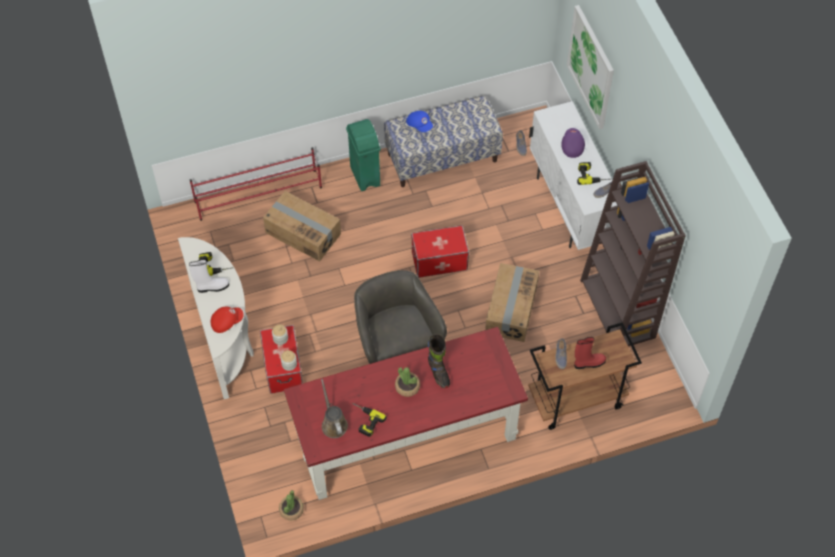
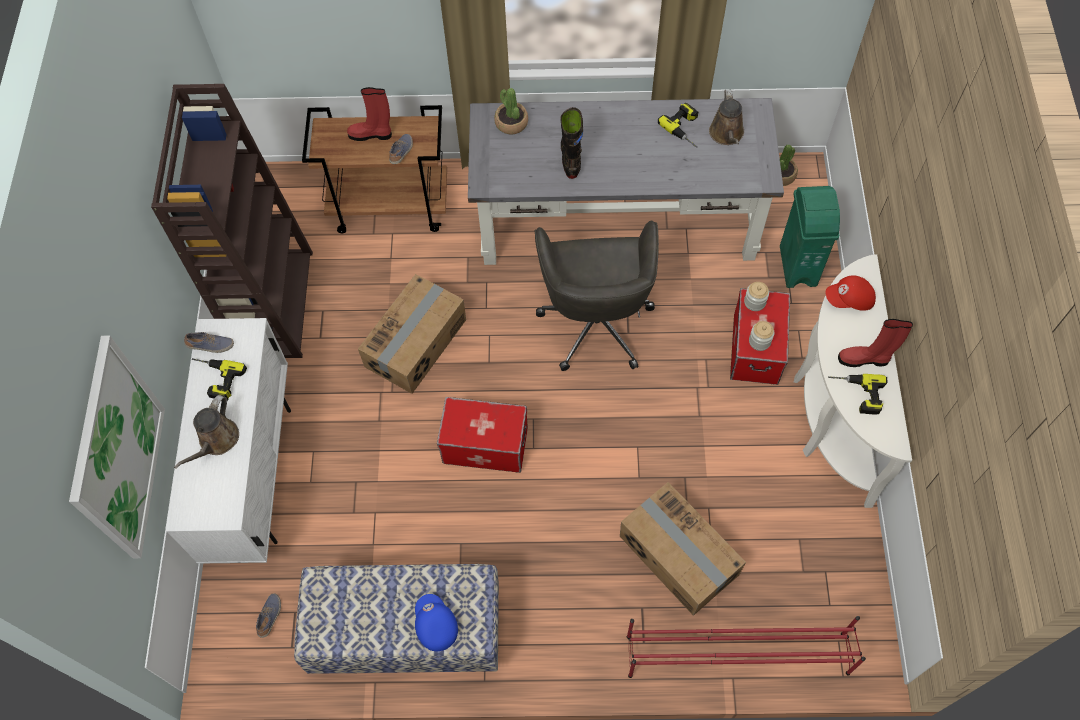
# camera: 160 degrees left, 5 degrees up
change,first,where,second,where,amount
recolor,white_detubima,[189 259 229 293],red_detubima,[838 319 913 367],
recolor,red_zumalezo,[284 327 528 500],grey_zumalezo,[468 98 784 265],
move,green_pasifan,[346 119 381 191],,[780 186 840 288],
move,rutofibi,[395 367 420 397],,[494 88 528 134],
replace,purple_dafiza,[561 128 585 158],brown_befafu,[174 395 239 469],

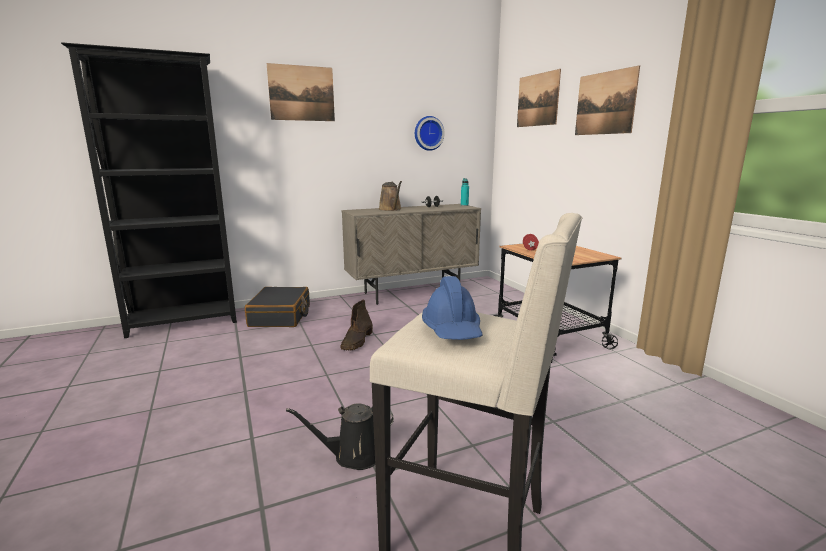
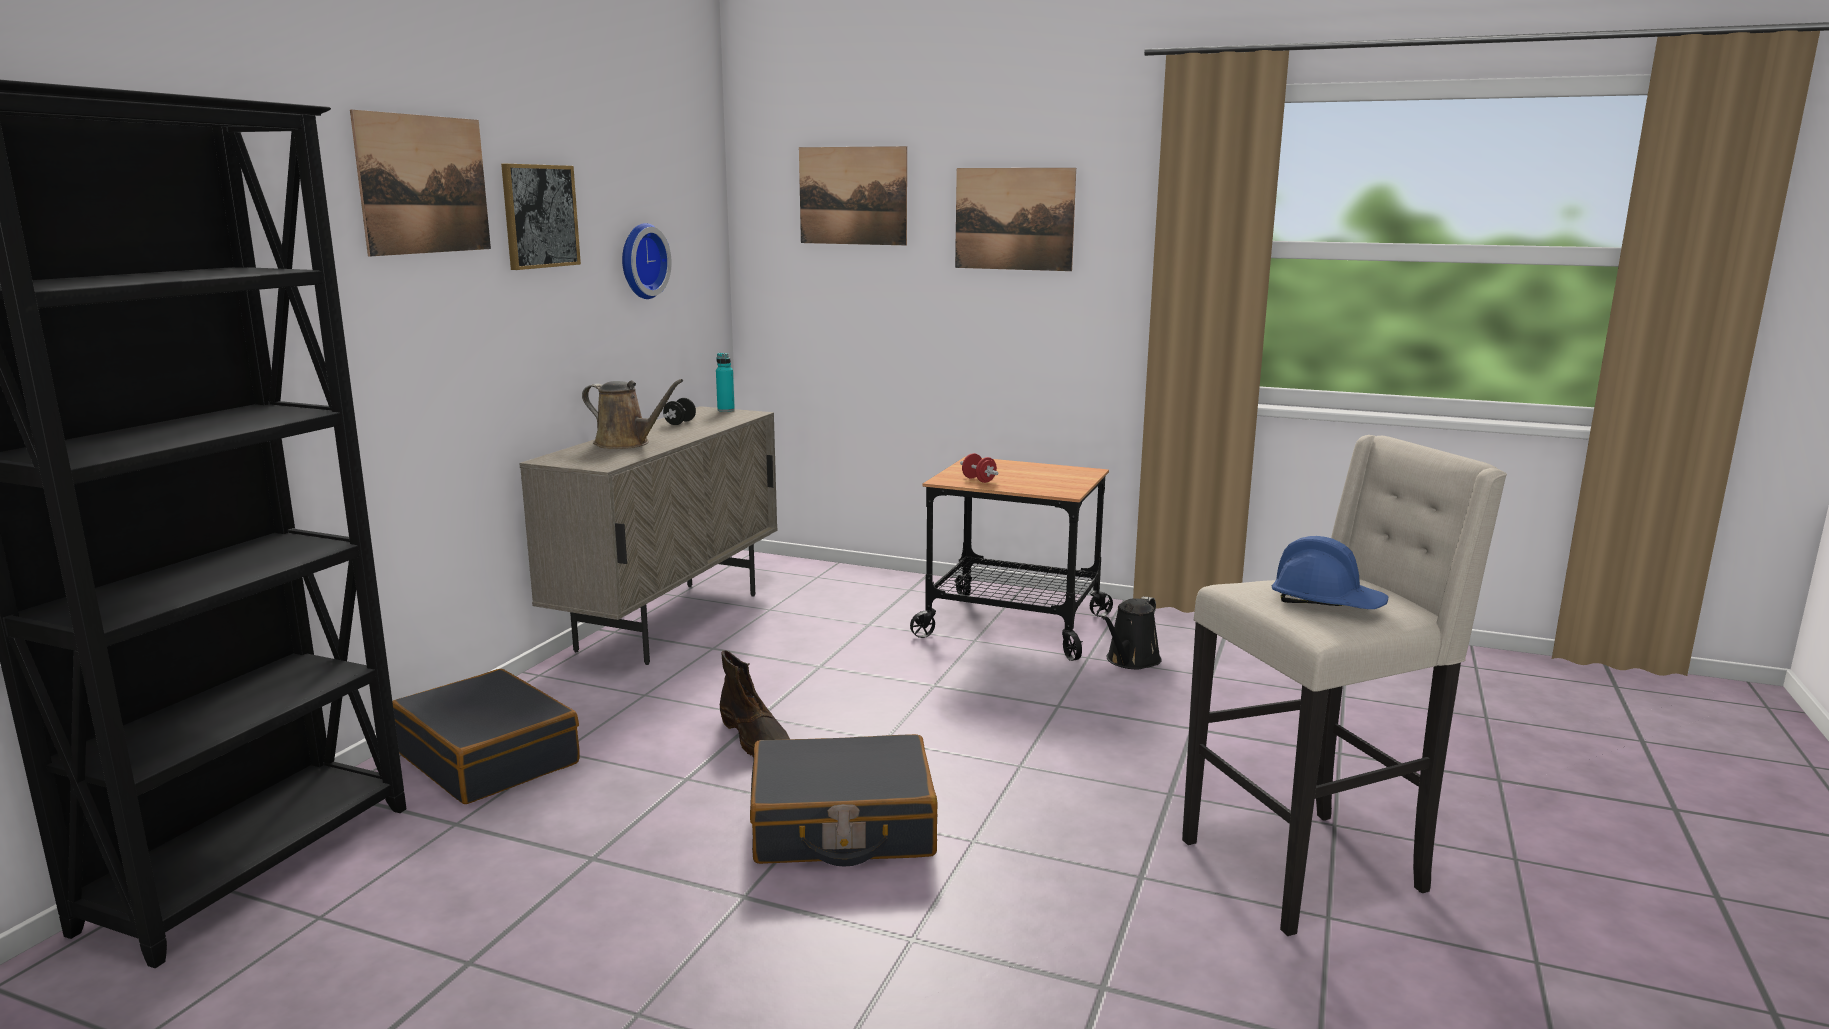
# camera: 45 degrees left, 0 degrees up
change,first,where,second,where,amount
move,black_befafu,[286 403 394 470],,[1102 596 1161 669],
insert,,,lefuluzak,[501 164 581 270],
insert,,,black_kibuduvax,[750 734 937 867],

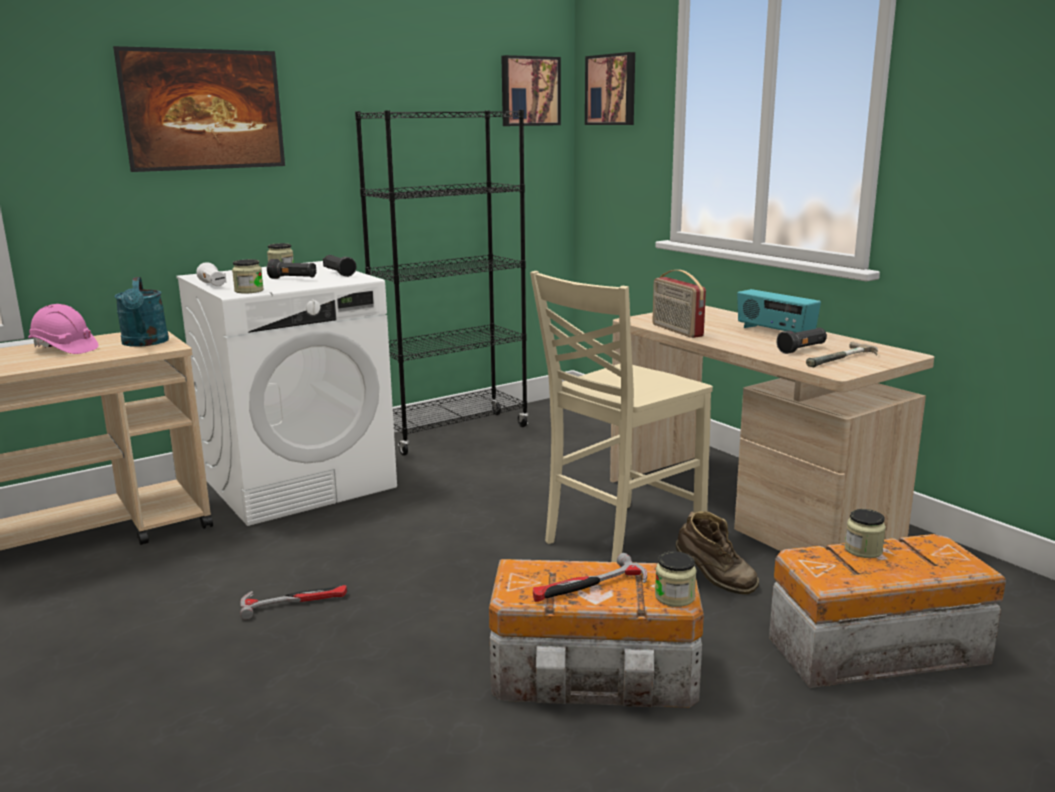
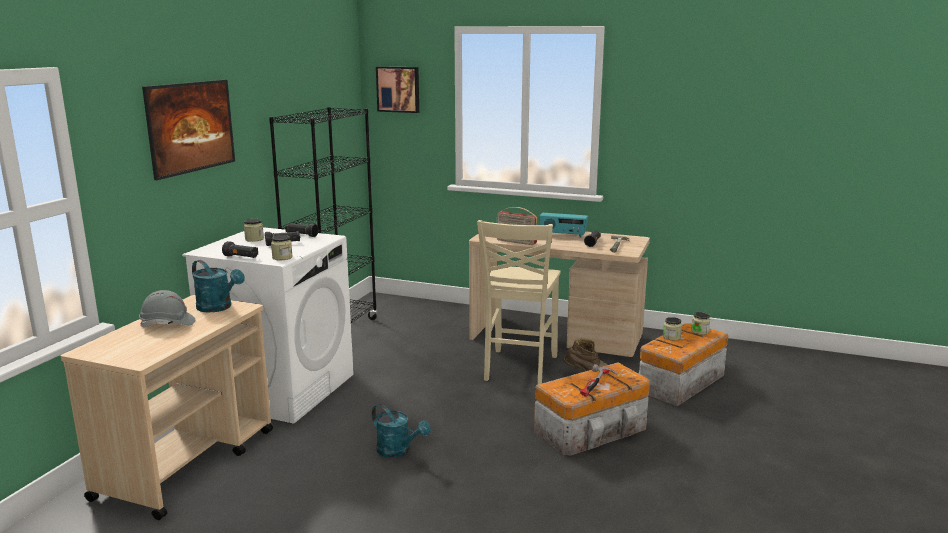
# camera: 35 degrees left, 0 degrees up
change,first,where,second,where,amount
recolor,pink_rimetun,[28 304 98 354],grey_rimetun,[139 290 195 327],
recolor,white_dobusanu,[196 262 227 286],black_dobusanu,[222 241 258 258],
replace,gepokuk,[240 585 347 620],turquoise_befafu,[372 404 431 458],
delete,lefuluzak,[501 55 561 126],,,
move,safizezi,[655 551 697 607],,[691 312 710 335],

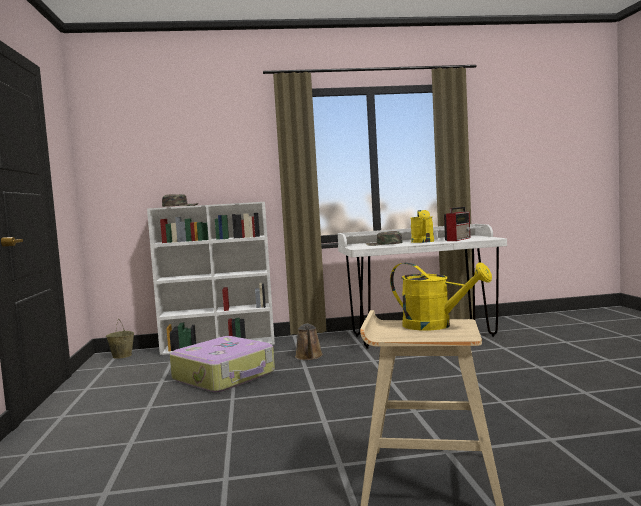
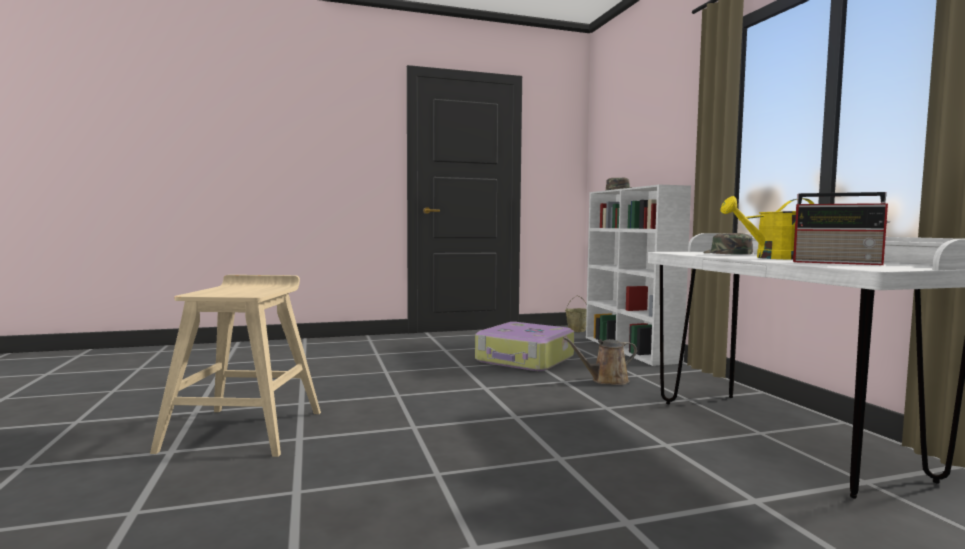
# camera: 80 degrees right, 0 degrees up
change,first,where,second,where,amount
delete,yellow_befafu,[390 262 492 331],,,

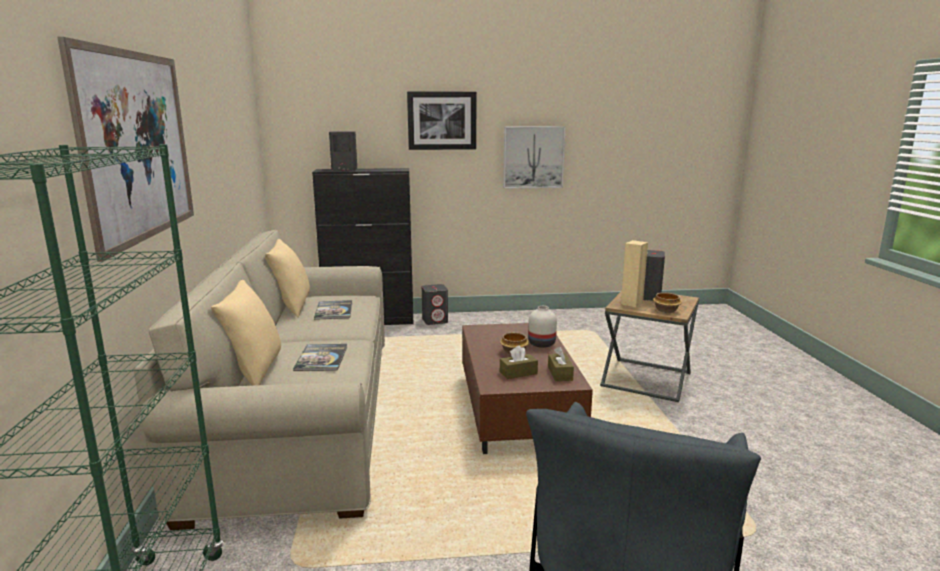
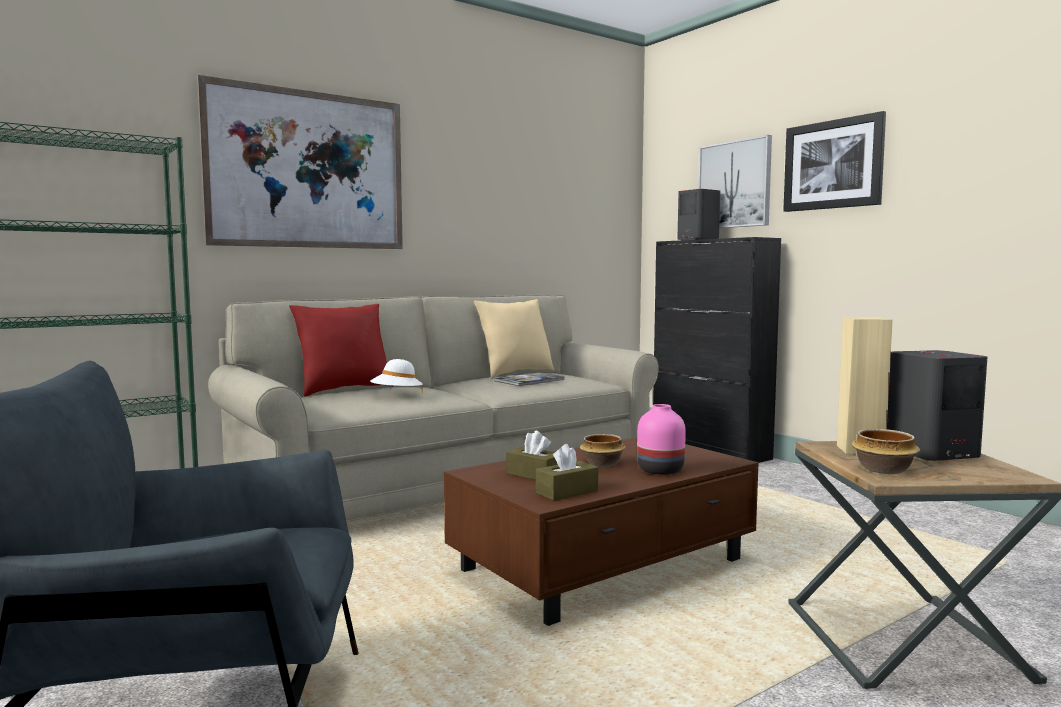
# camera: 60 degrees right, 10 degrees down
change,first,where,second,where,amount
recolor,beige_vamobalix,[211 280 281 386],red_vamobalix,[289 304 393 396],
replace,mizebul,[293 344 348 371],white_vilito,[370 359 423 393],
delete,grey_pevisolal,[422 284 448 325],,,
move,lefuluzak,[503 126 565 189],,[698 135 772 228],
recolor,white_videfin,[528 306 557 348],pink_videfin,[637 404 686 475],

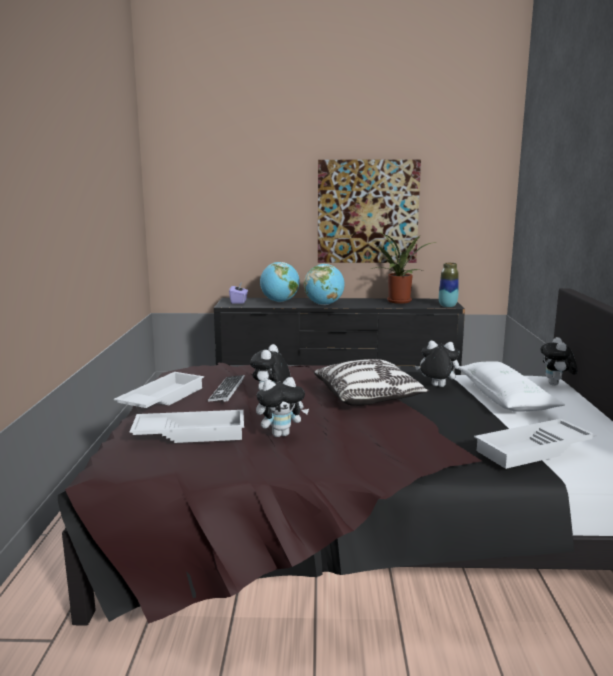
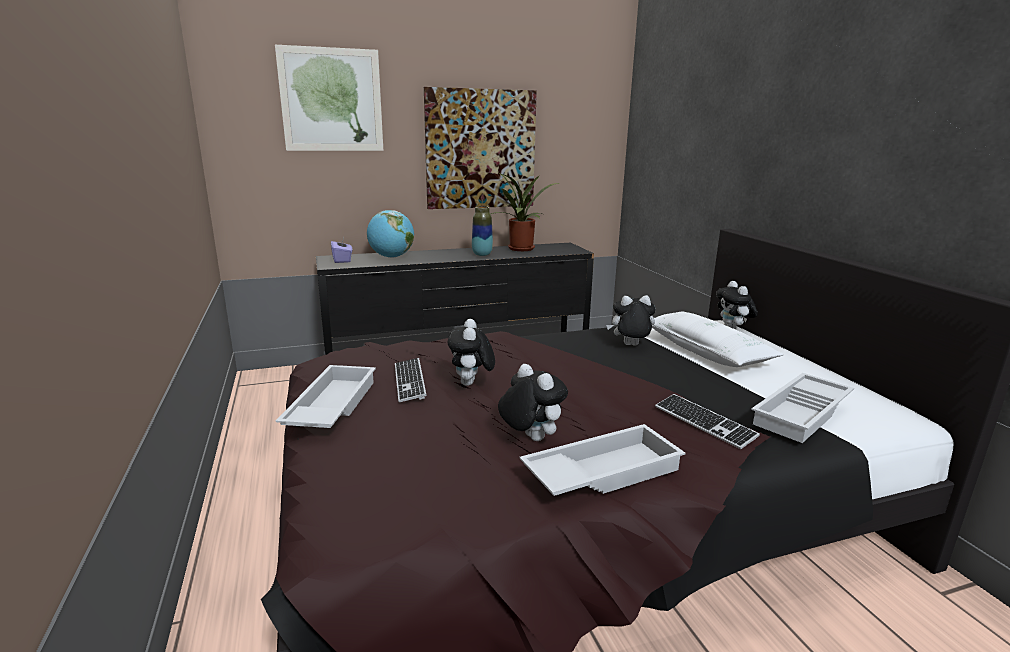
# camera: 20 degrees left, 5 degrees up
change,first,where,second,where,amount
move,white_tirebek,[130 410 244 443],,[519 424 685 496],
rotate,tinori,[256 377 309 437],,[498 364 568 441],90 degrees counterclockwise
delete,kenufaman,[304 264 345 305],,,
delete,vamobalix,[314 359 430 406],,,
move,videfin,[439 263 459 307],,[472 206 493 256],
insert,,,lefuluzak,[275 45 383 151],
insert,,,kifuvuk,[655 394 760 449],

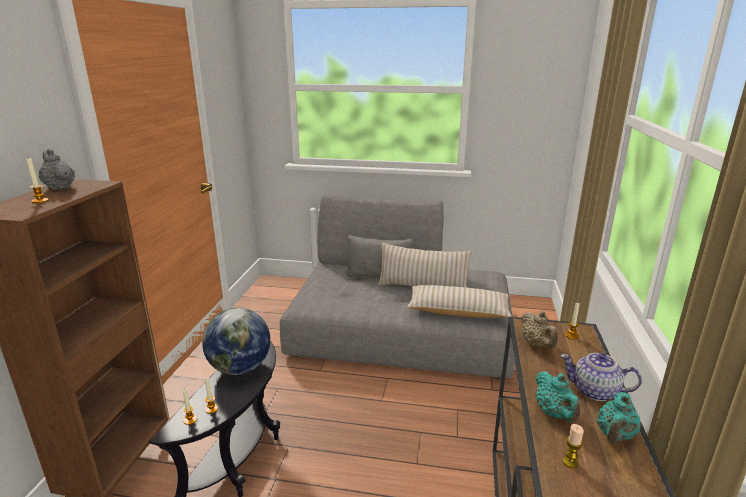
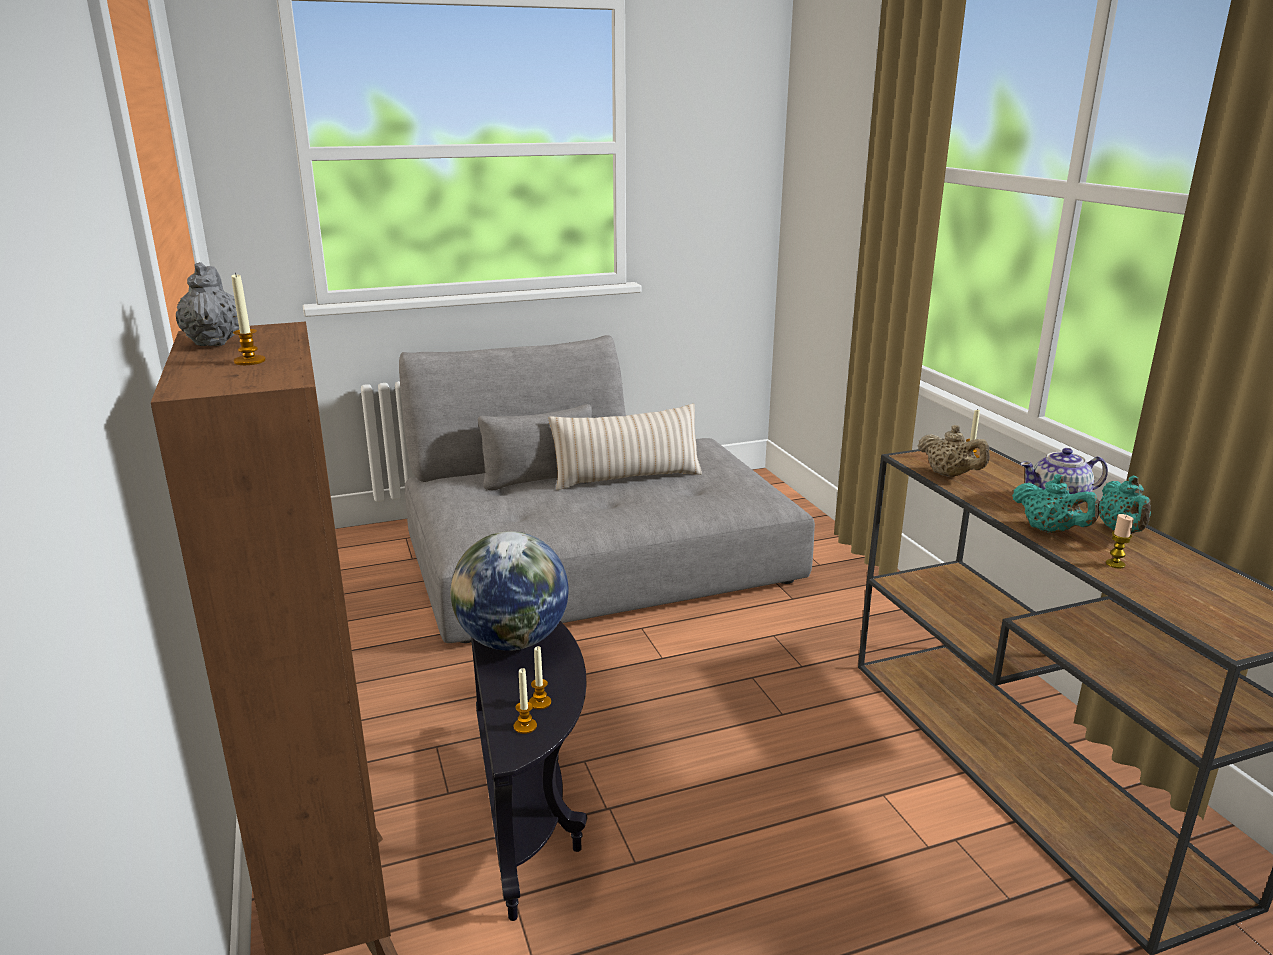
# camera: 30 degrees left, 0 degrees up
change,first,where,second,where,amount
rotate,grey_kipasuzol,[39 149 75 190],,[176 262 239 346],60 degrees clockwise
delete,beige_vamobalix,[407 285 512 318],,,

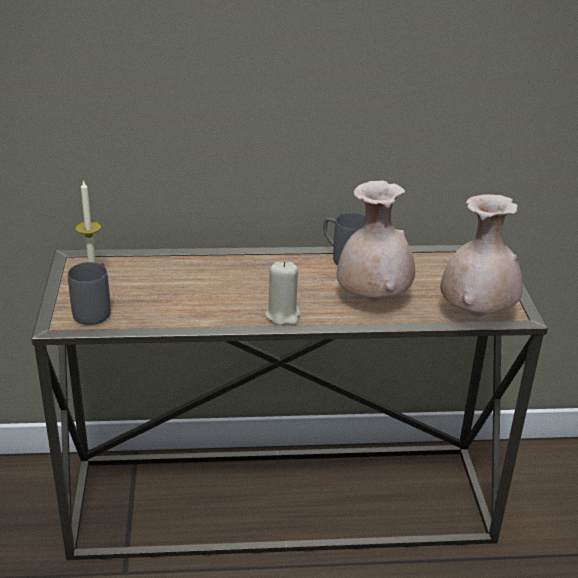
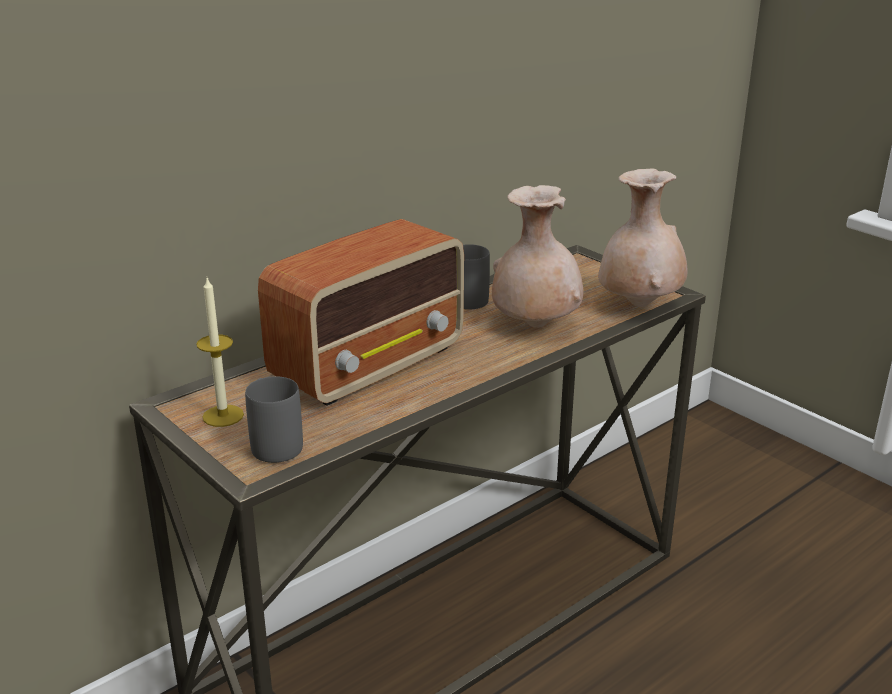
# camera: 35 degrees left, 5 degrees down
change,first,where,second,where,amount
delete,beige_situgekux,[265 261 301 325],,,
insert,,,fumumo,[258 219 464 406],

